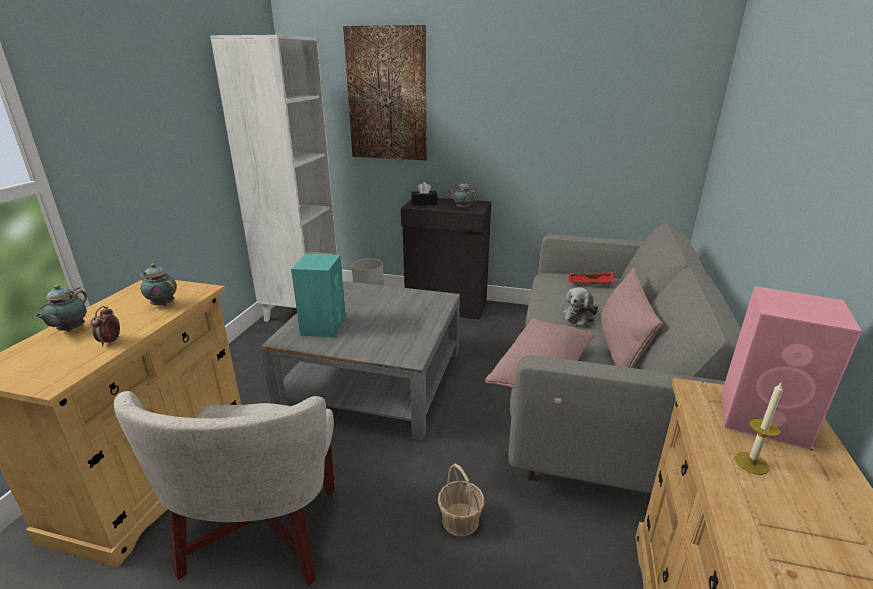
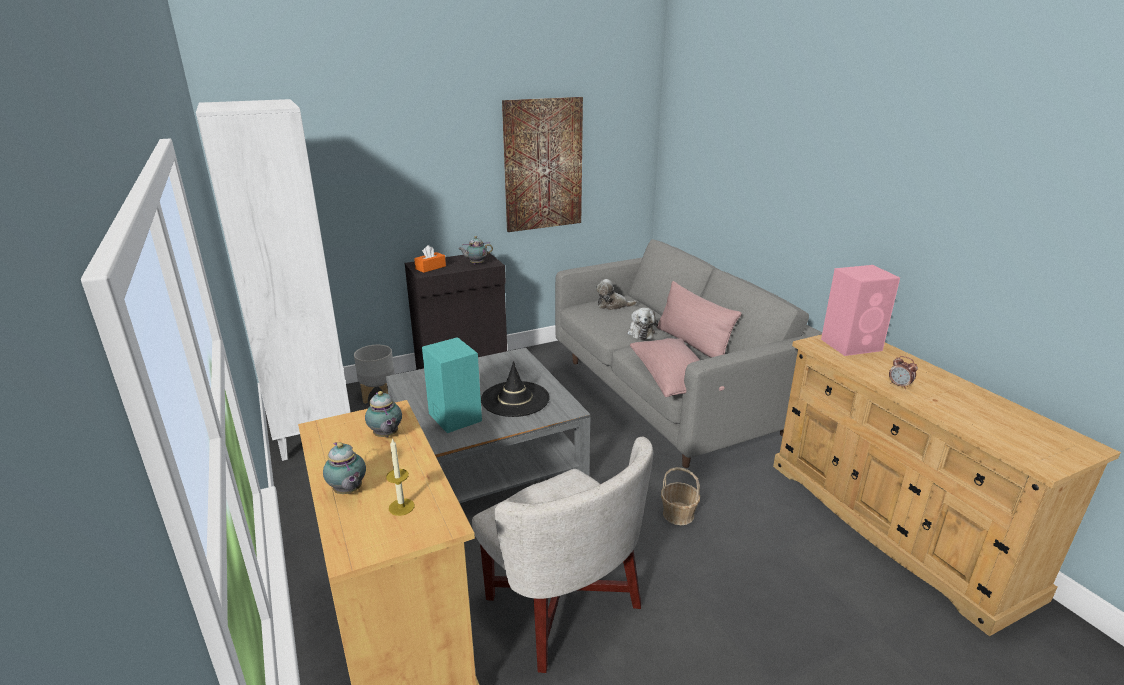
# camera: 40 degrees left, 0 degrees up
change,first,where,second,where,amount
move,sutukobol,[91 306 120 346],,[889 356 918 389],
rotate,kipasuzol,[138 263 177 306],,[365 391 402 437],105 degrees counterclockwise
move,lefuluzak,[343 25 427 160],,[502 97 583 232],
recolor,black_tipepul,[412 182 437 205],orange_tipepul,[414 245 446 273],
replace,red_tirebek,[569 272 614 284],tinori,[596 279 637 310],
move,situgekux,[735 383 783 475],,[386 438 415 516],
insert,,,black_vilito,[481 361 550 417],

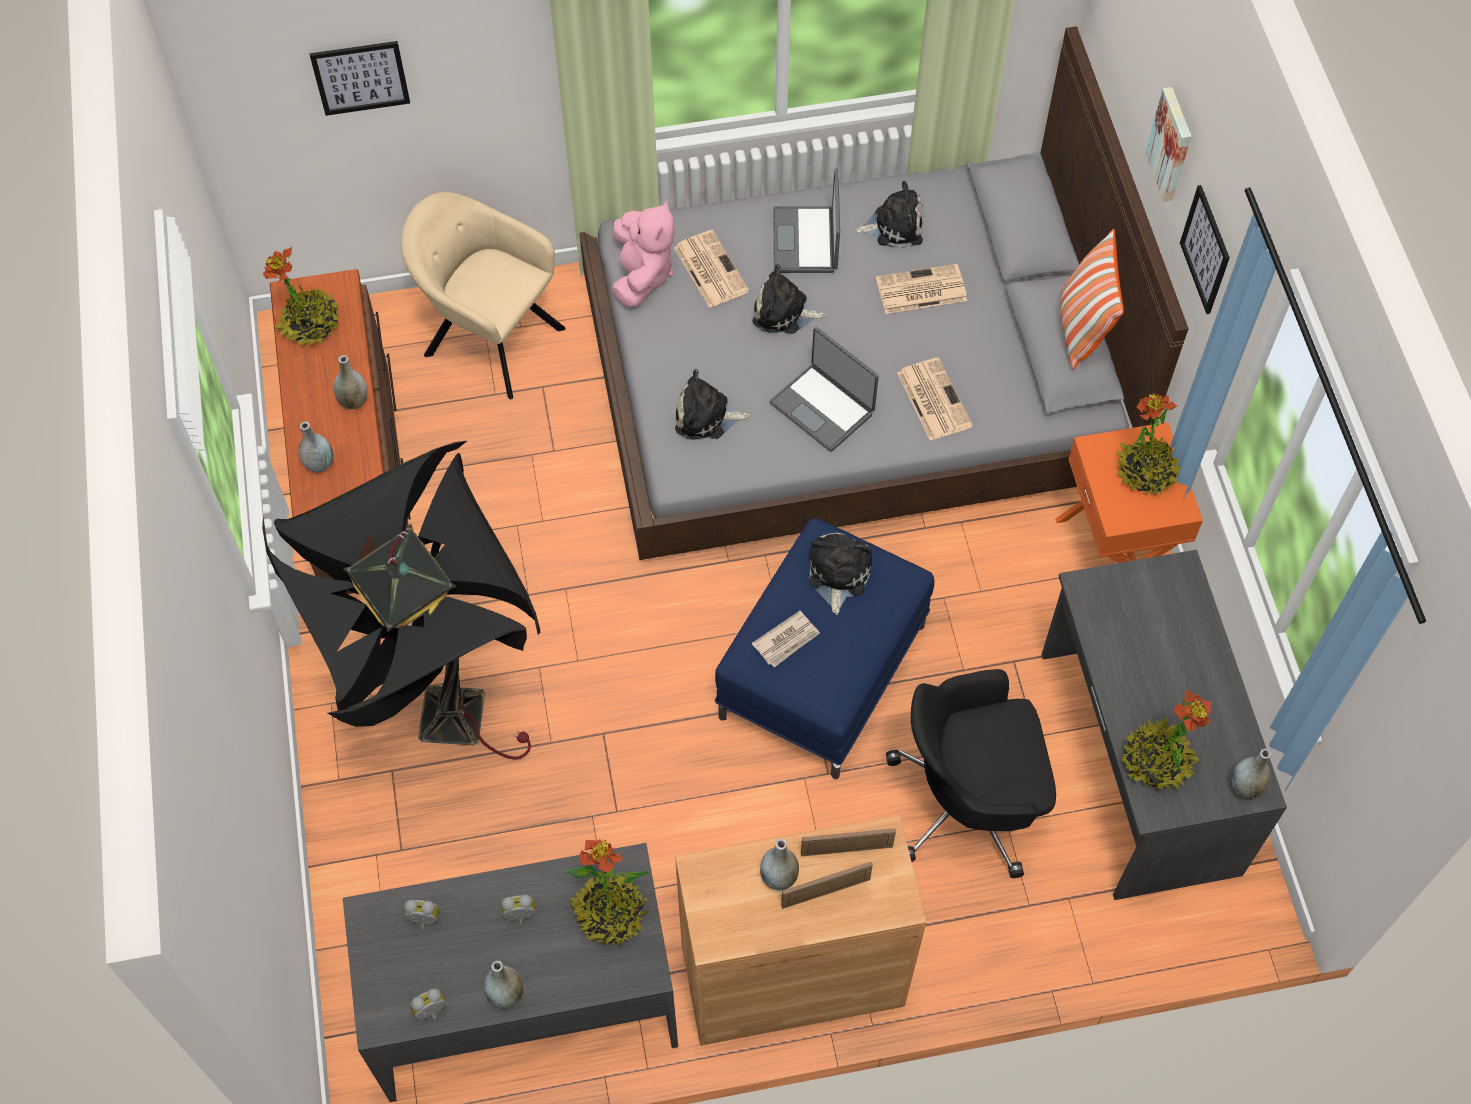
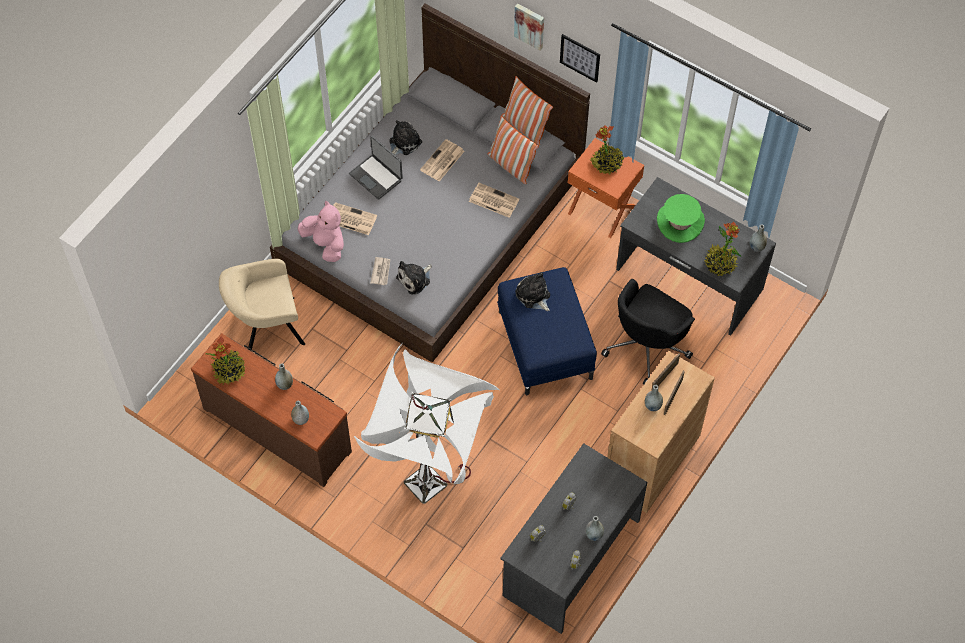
# camera: 45 degrees left, 0 degrees up
change,first,where,second,where,amount
recolor,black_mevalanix,[262 441 540 760],white_mevalanix,[354 344 500 504],
delete,lefuluzak,[310 41 410 116],,,
delete,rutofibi,[565 839 651 944],,,
delete,tinori,[752 264 826 334],,,
move,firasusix,[752 611 820 667],,[370 257 390 285],
delete,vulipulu,[770 327 879 452],,,
insert,,,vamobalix,[487 116 539 184],
insert,,,green_vilito,[657 194 705 243],

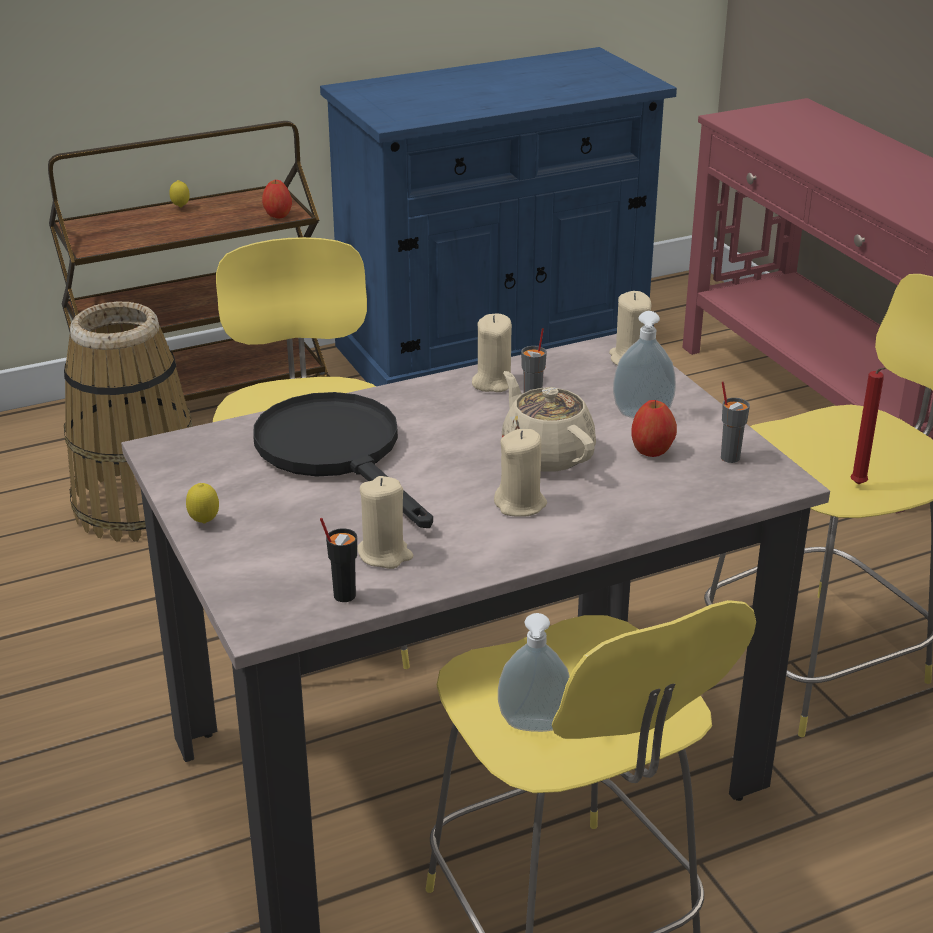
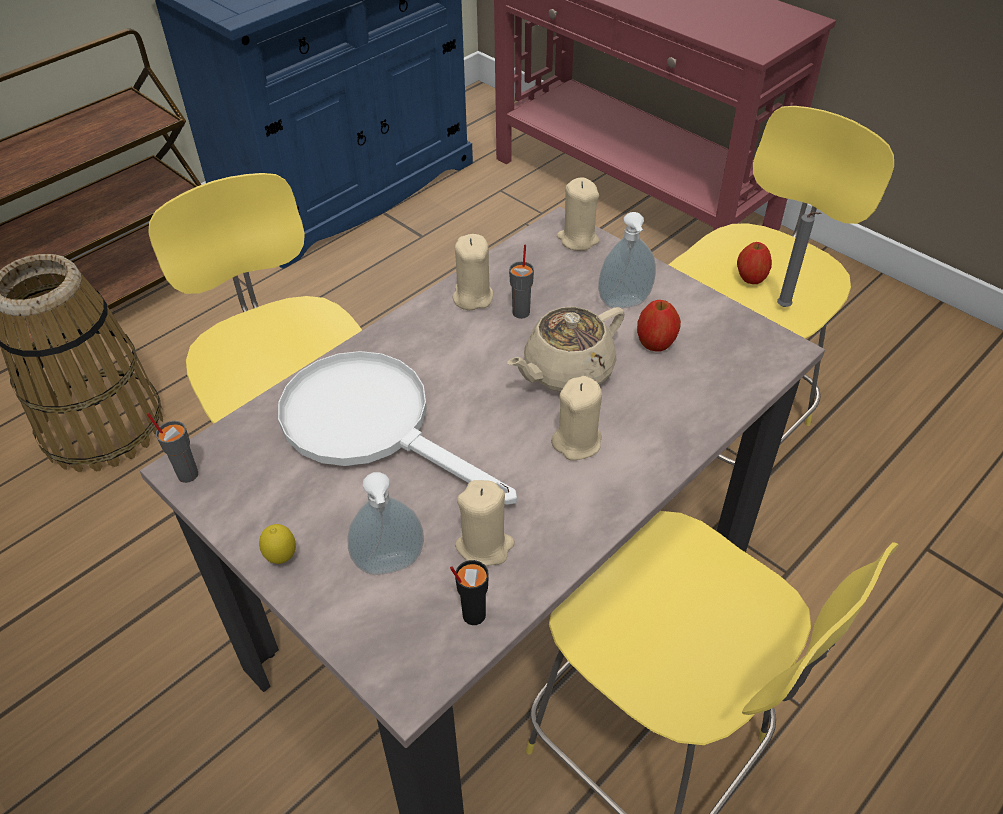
# camera: 20 degrees left, 15 degrees up
change,first,where,second,where,amount
delete,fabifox,[169 180 190 208],,,
recolor,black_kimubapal,[253 392 433 528],white_kimubapal,[278 351 517 505],
move,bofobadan,[262 180 292 219],,[737 242 772 284],
move,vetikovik,[498 613 570 732],,[348 472 424 575],
rotate,beige_kipasuzol,[502 371 596 472],,[507 307 625 392],75 degrees counterclockwise
move,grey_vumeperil,[721 381 750 463],,[147 413 198 483],
recolor,red_situgekux,[851 367 886 484],grey_situgekux,[777 212 822 307],

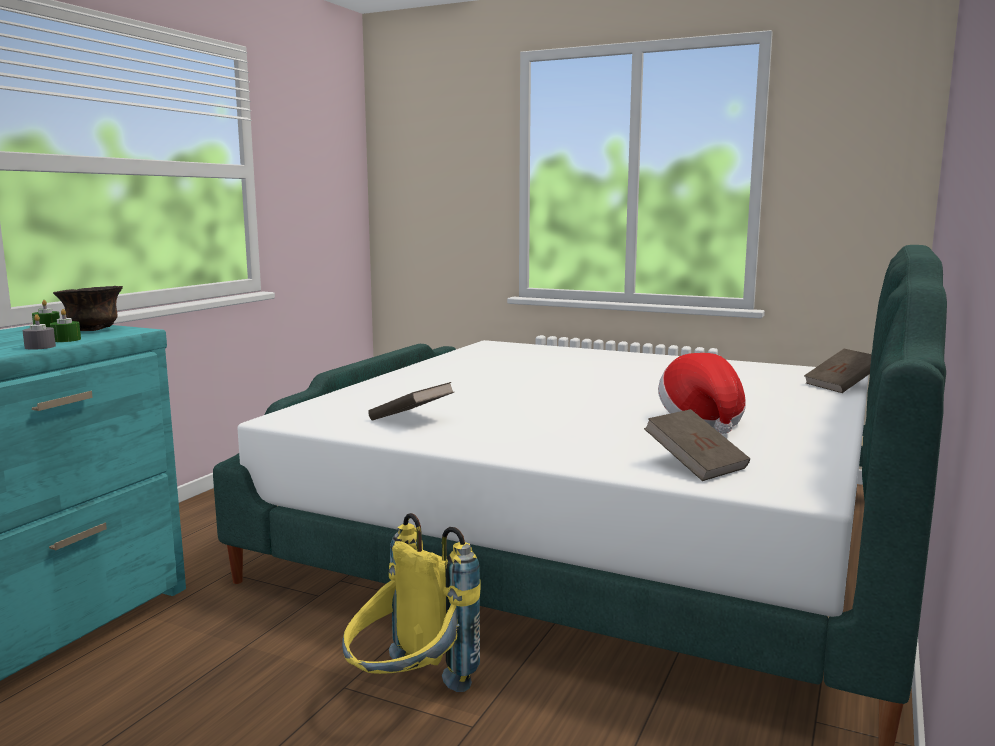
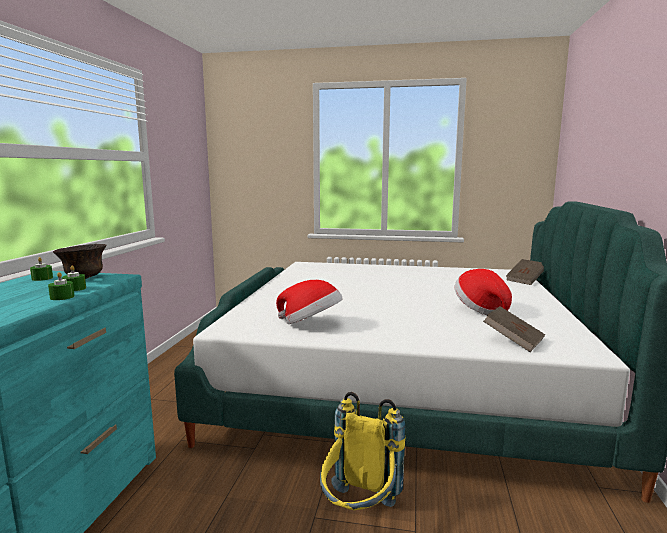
# camera: 15 degrees left, 0 degrees up
change,first,where,second,where,amount
recolor,grey_situgekux,[22 314 56 350],green_situgekux,[48 272 74 300],
replace,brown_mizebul,[368 382 454 421],vilito,[276 280 343 324],

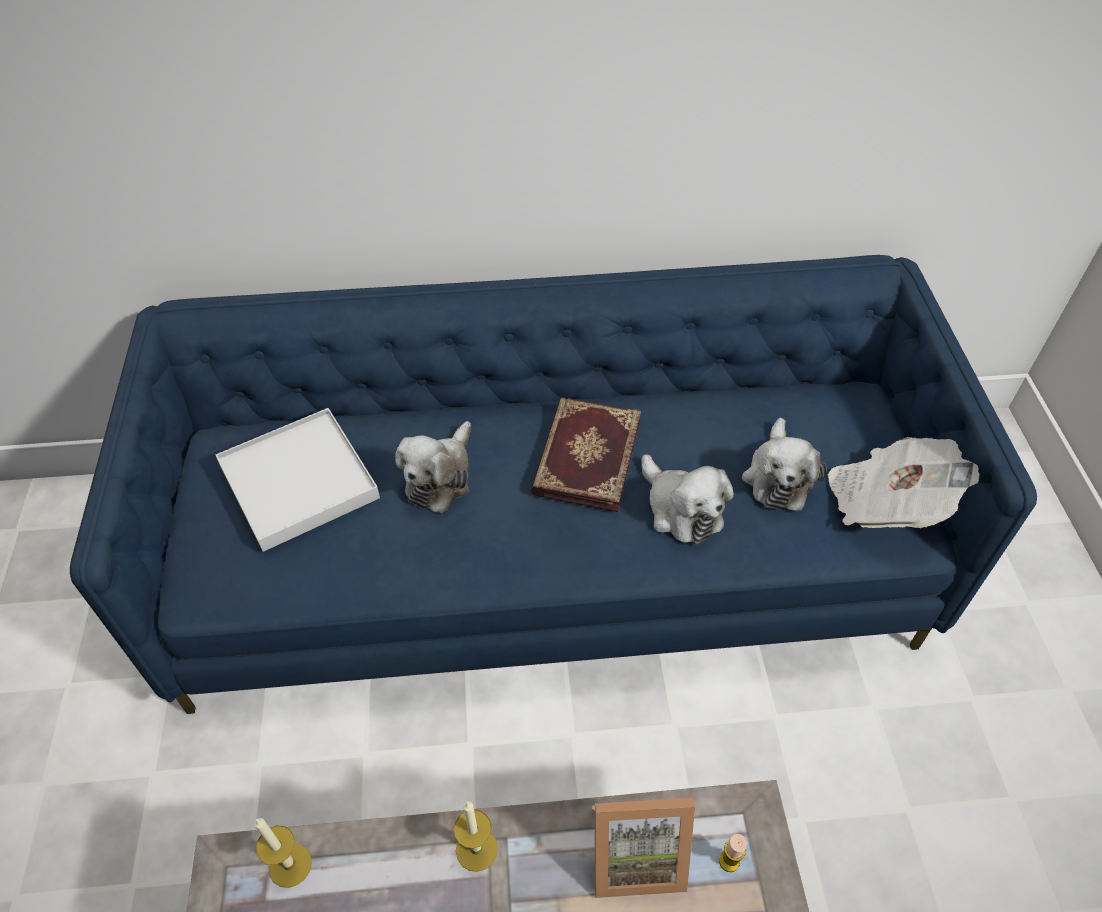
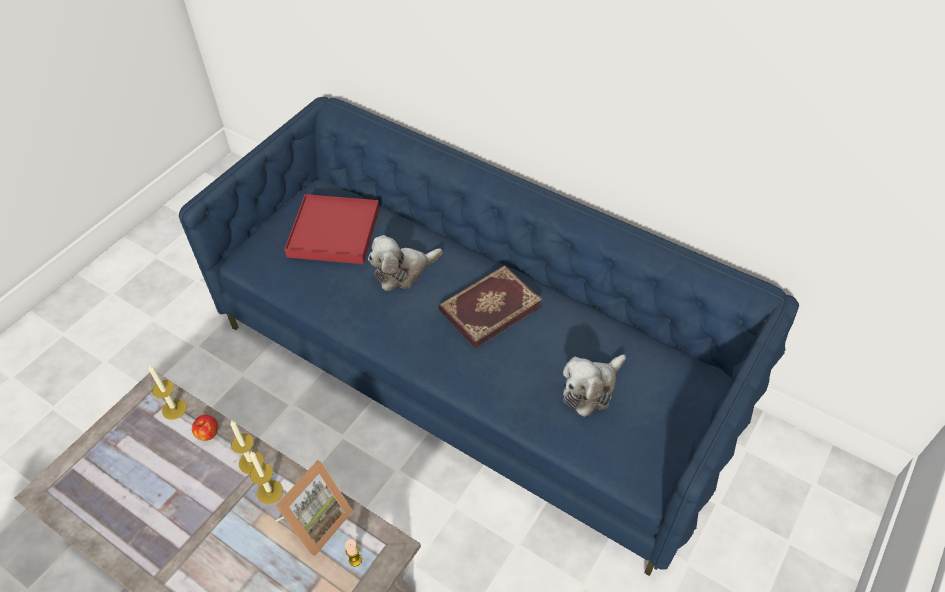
# camera: 40 degrees right, 0 degrees up
change,first,where,second,where,amount
recolor,white_tirebek,[216 408 380 552],red_tirebek,[285 194 380 264],
rotate,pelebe,[592 798 695 898],,[275 460 353 556],90 degrees counterclockwise
delete,tinori,[641 454 734 544],,,
delete,firasusix,[828 437 979 528],,,
insert,,,bofobadan,[192 415 218 441],
insert,,,situgekux,[250 452 283 505],

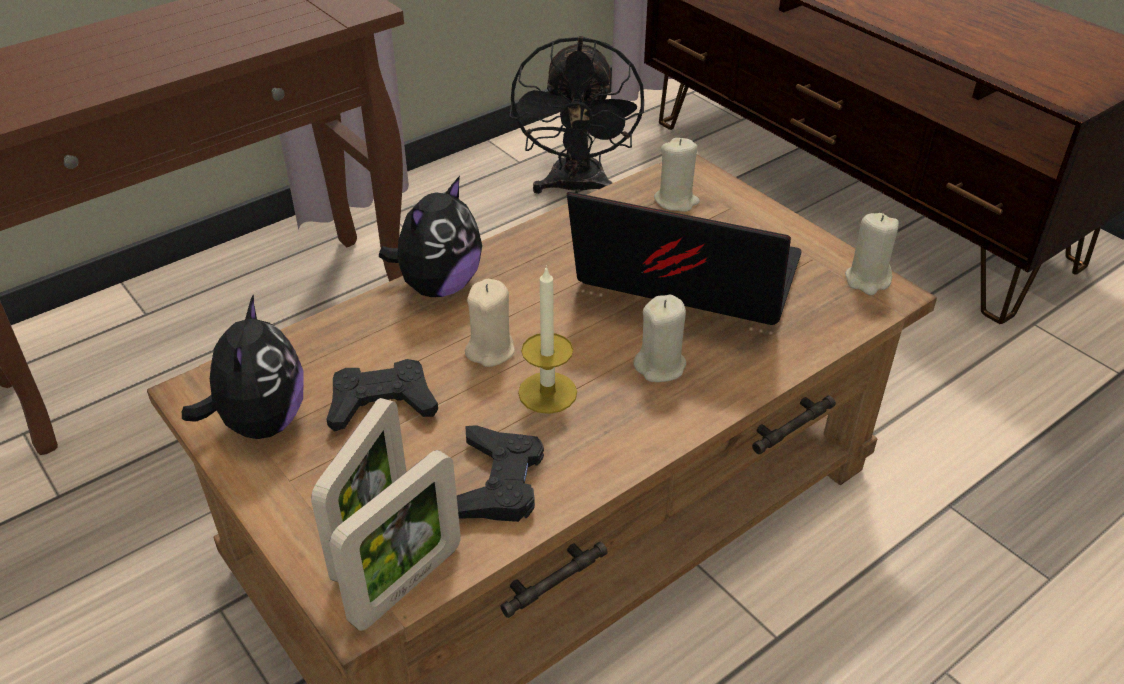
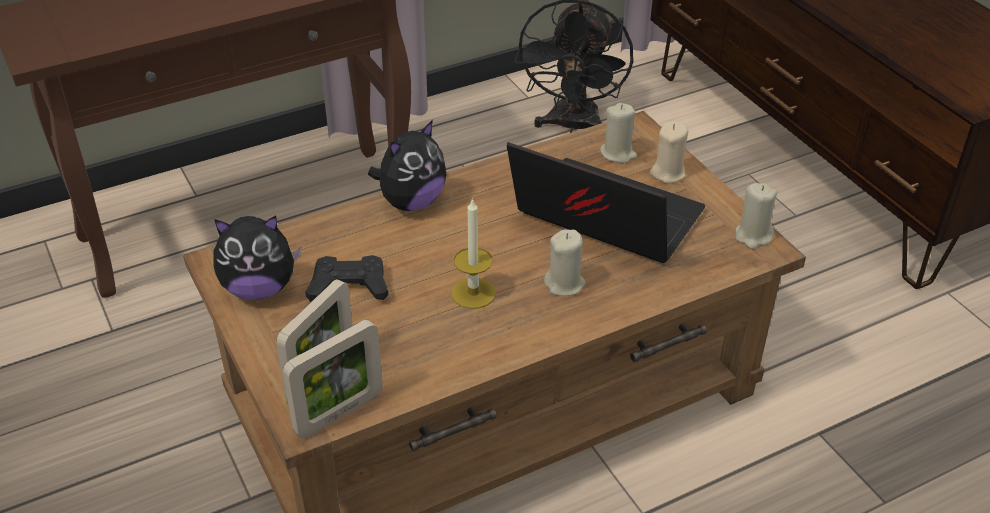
# camera: 10 degrees right, 0 degrees up
change,first,where,second,where,amount
rotate,tinori,[182 294 303 439],,[213 215 301 300],75 degrees clockwise
delete,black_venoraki,[457 425 544 522],,,
move,beige_situgekux,[465 279 515 367],,[650 121 688 183],

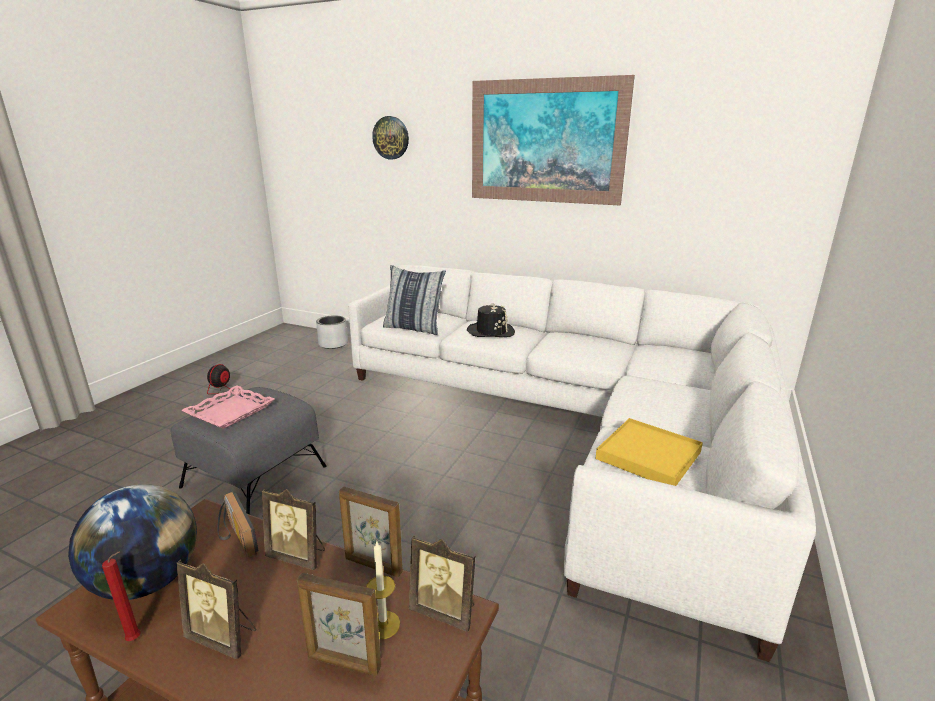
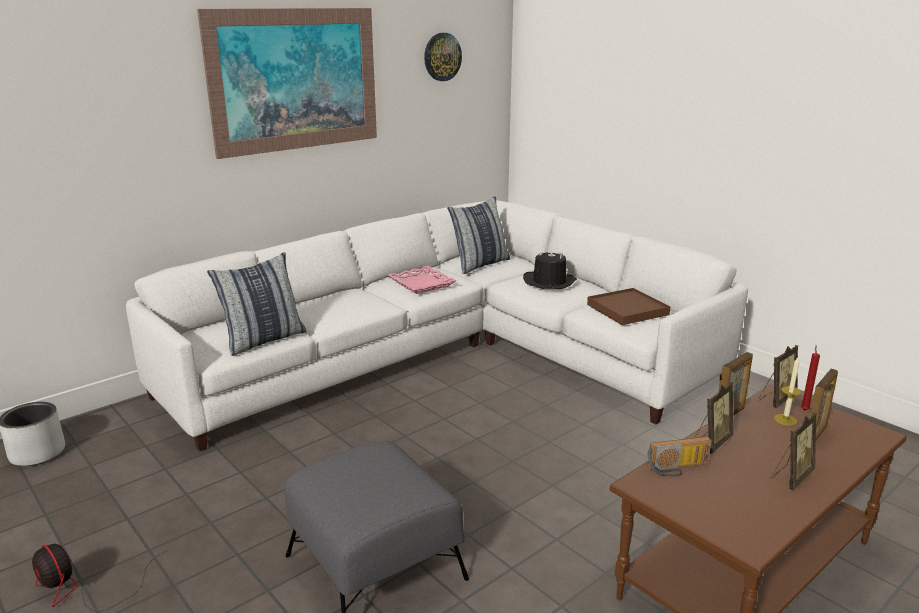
# camera: 65 degrees left, 0 degrees up
change,first,where,second,where,amount
delete,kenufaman,[68 484 197 600],,,
move,red_situgekux,[102 552 141 641],,[801 345 820 410],
move,pink_tirebek,[181 386 275 429],,[388 266 456 294],
move,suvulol,[372 116 409 159],,[424 33 462 81],
move,black_vilito,[467 303 515 337],,[523 251 577 289],
recolor,yellow_tirebek,[595 418 703 486],brown_tirebek,[587 288 670 325],
insert,,,vamobalix,[447 196 510 274],

